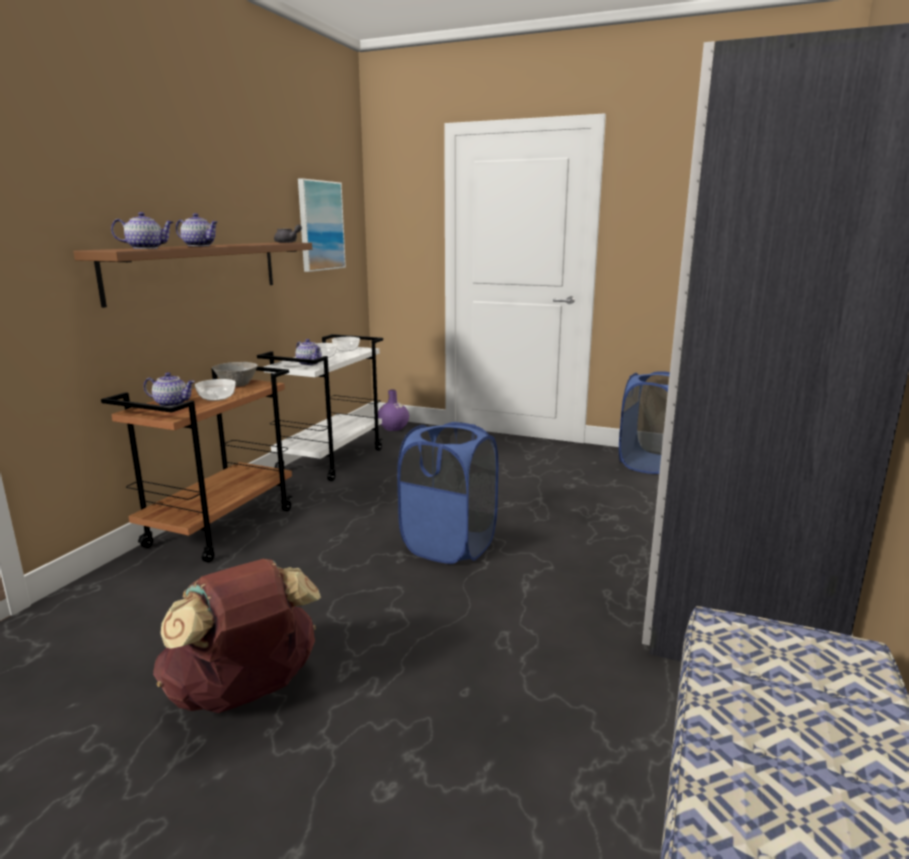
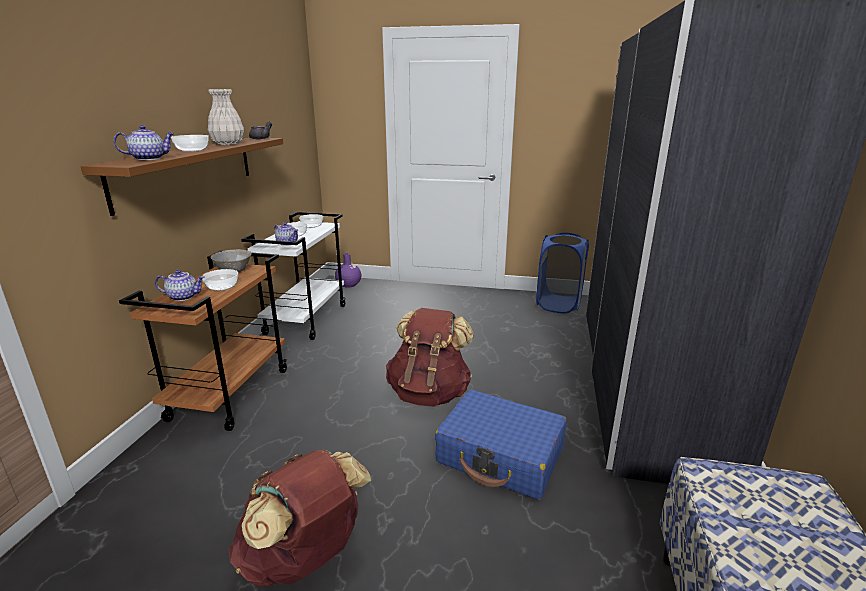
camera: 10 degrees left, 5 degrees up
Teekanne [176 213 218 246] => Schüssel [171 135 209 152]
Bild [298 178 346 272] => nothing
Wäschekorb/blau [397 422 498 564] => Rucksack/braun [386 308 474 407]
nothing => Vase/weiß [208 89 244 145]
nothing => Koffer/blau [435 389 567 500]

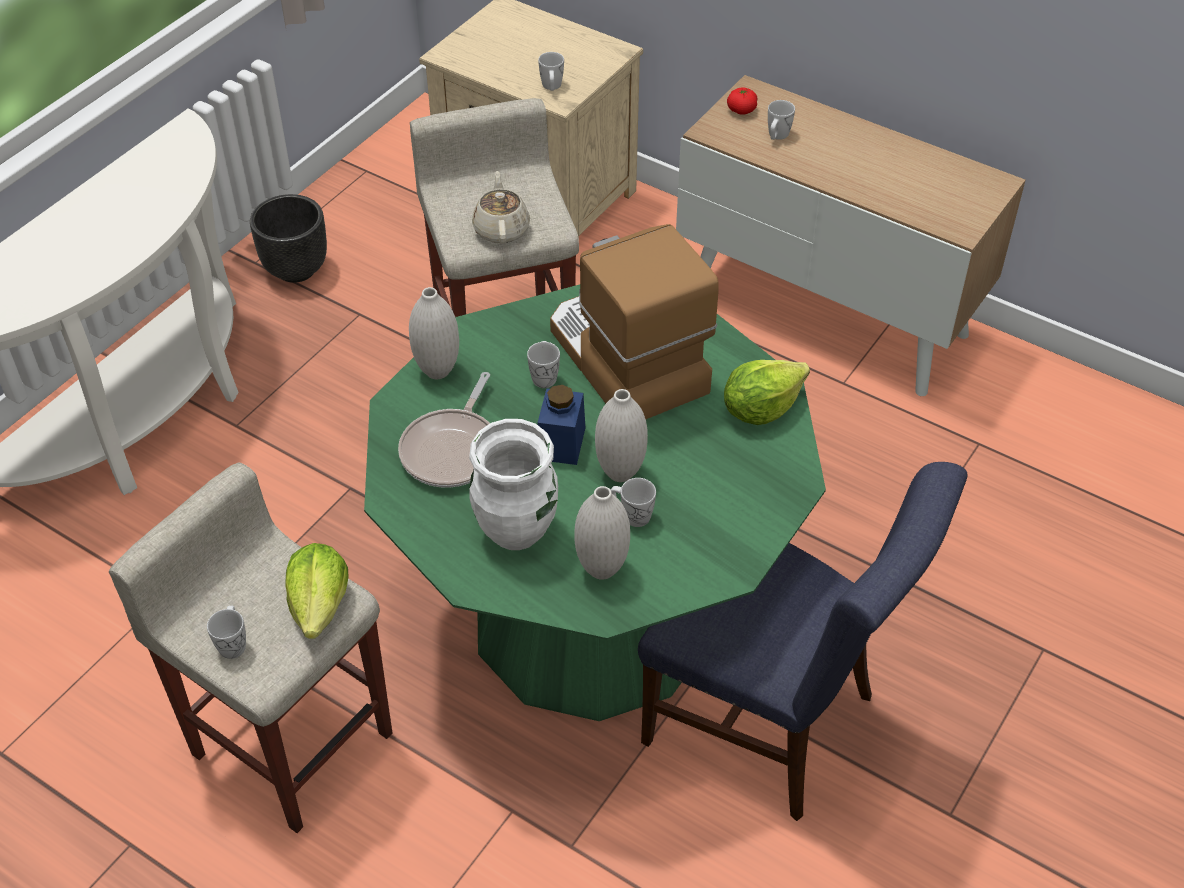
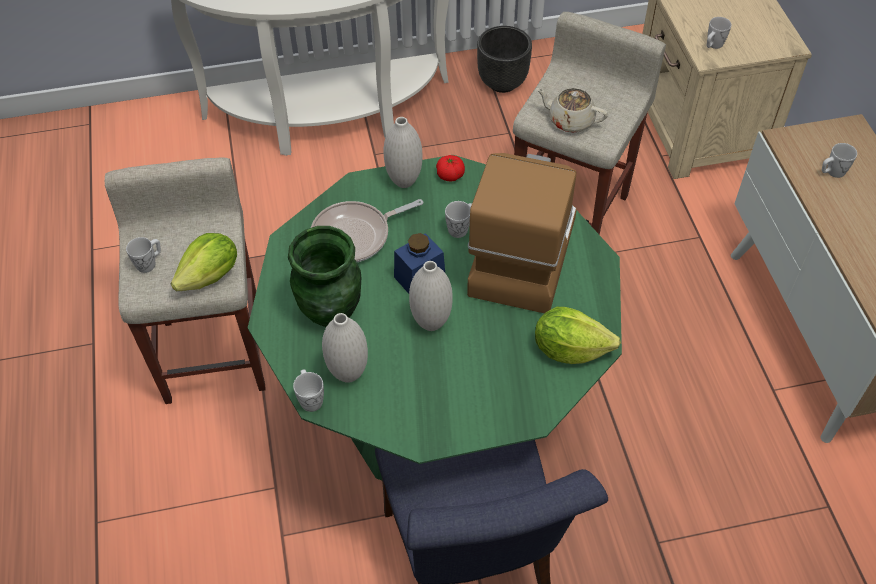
camera: 45 degrees right, 5 degrees up
Vase/weiß [469 419 558 550] => Vase/grün [288 226 361 327]
Teekanne/beige [472 171 530 244] => Teekanne/beige [536 88 608 133], 105 degrees counterclockwise
Henkelbecher/weiß [611 478 656 527] => Henkelbecher/weiß [293 369 324 412], moved
Tomate [727 87 758 115] => Tomate [436 155 465 182], moved

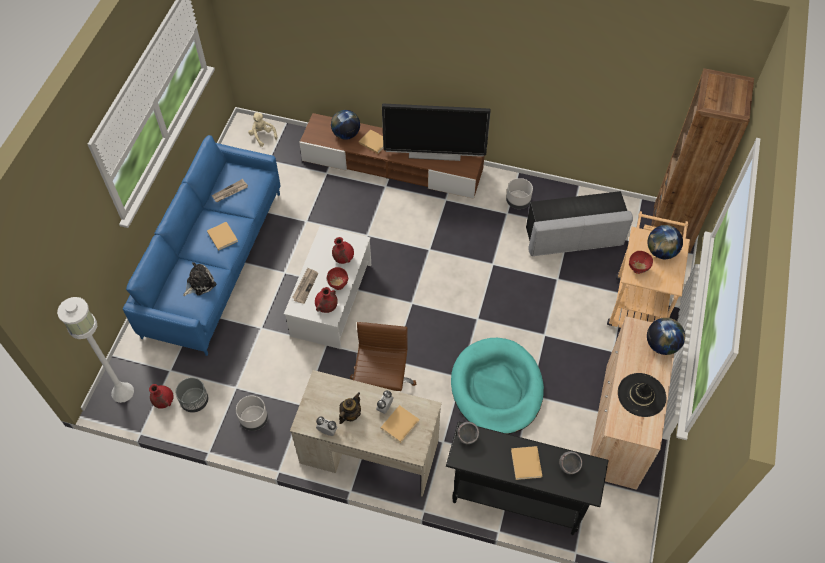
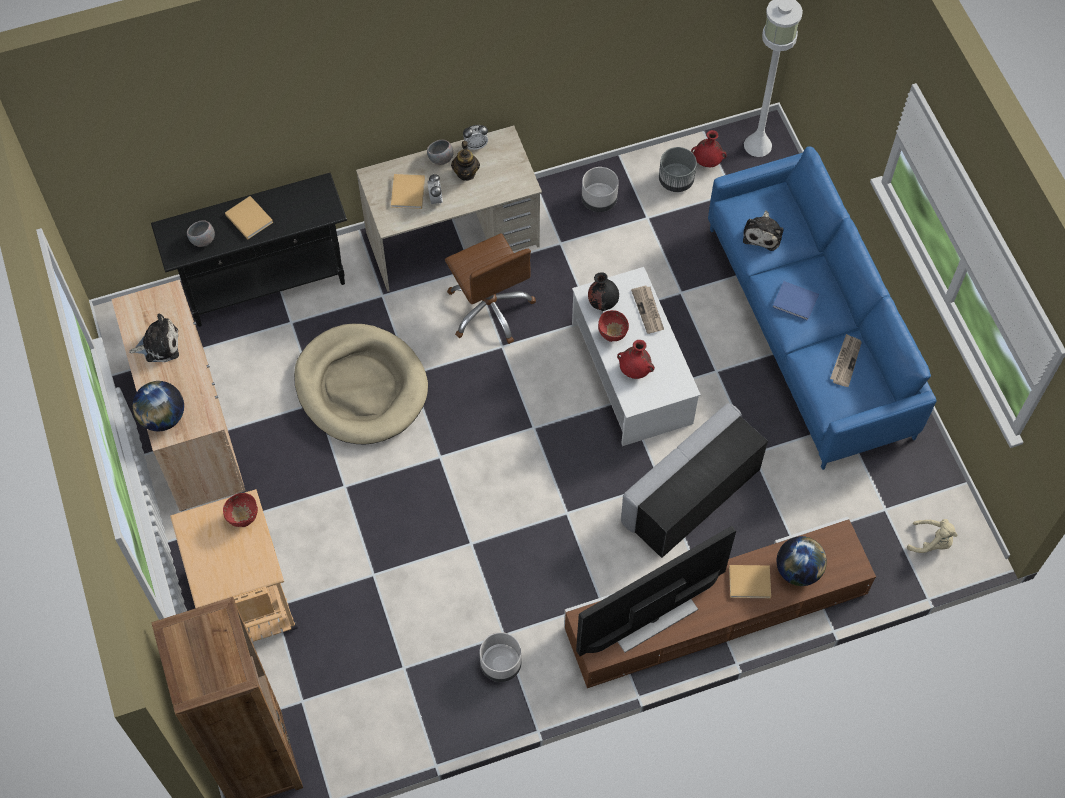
camera: 145 degrees right, 5 degrees up
Buch/beige [207 222 238 251] => Buch/blau [772 281 819 321]
Vase/rot [315 287 338 313] => Vase/schwarz [588 272 619 311]
Hundebett/türkis [451 338 544 434] => Hundebett/beige [294 324 428 445]
Schüssel/grau [457 422 479 444] => Schüssel/grau [427 140 453 165], moved
Polsterhocker/grau [526 191 633 256] => Polsterhocker/grau [621 403 768 558], moved
Hut/schwarz [618 373 666 417] => Plüschtier [129 314 179 362]
Globus [647 225 683 259] => nothing

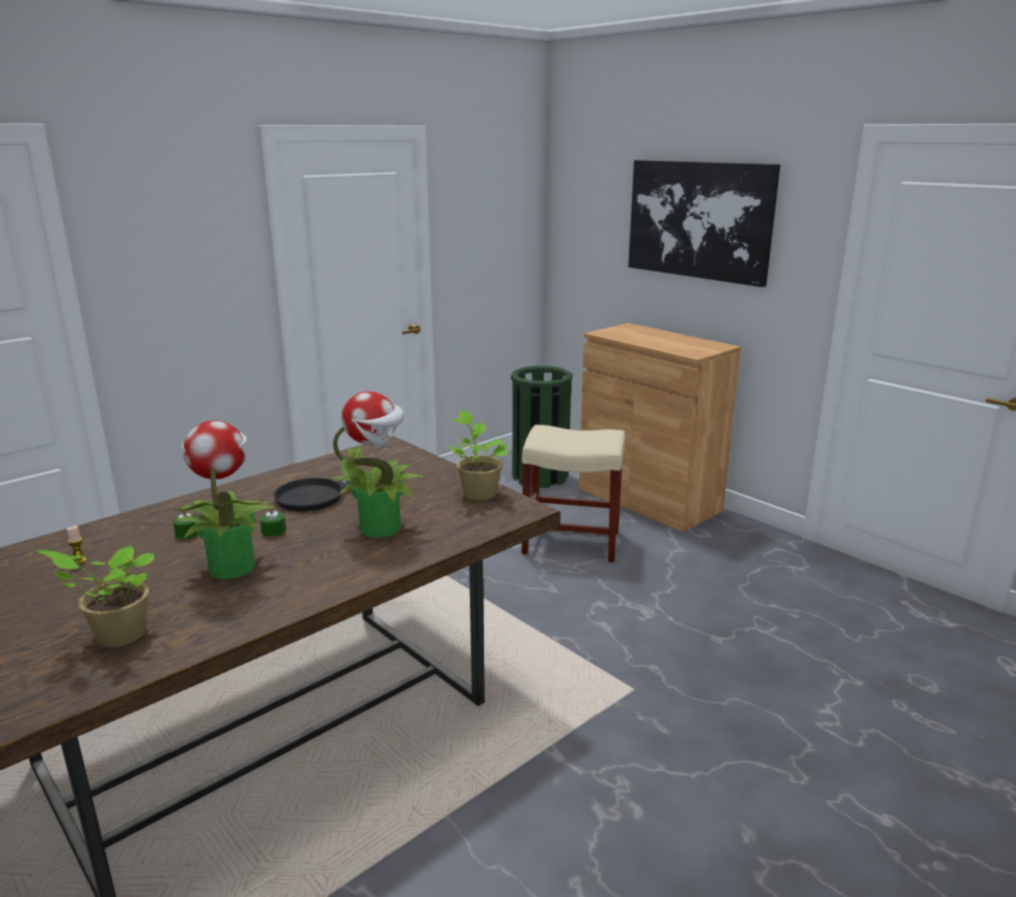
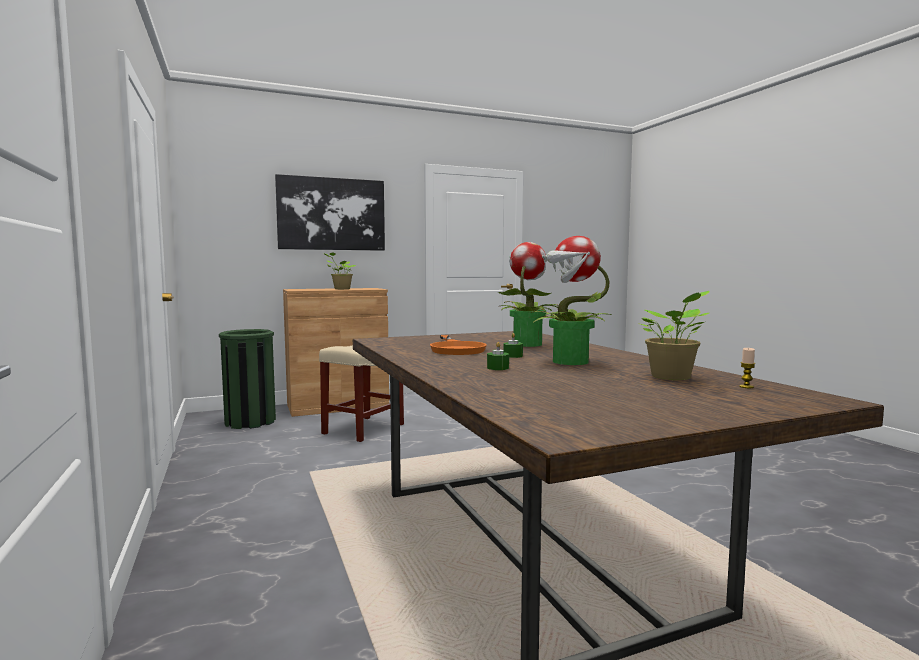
camera: 70 degrees left, 15 degrees down
Kerze [67 525 87 564] => Kerze [739 348 756 388], moved
Pfanne/schwarz [273 472 402 512] => Pfanne/orange [430 335 487 355]
Topfpflanze [448 410 508 500] => Topfpflanze [323 252 356 289], moved

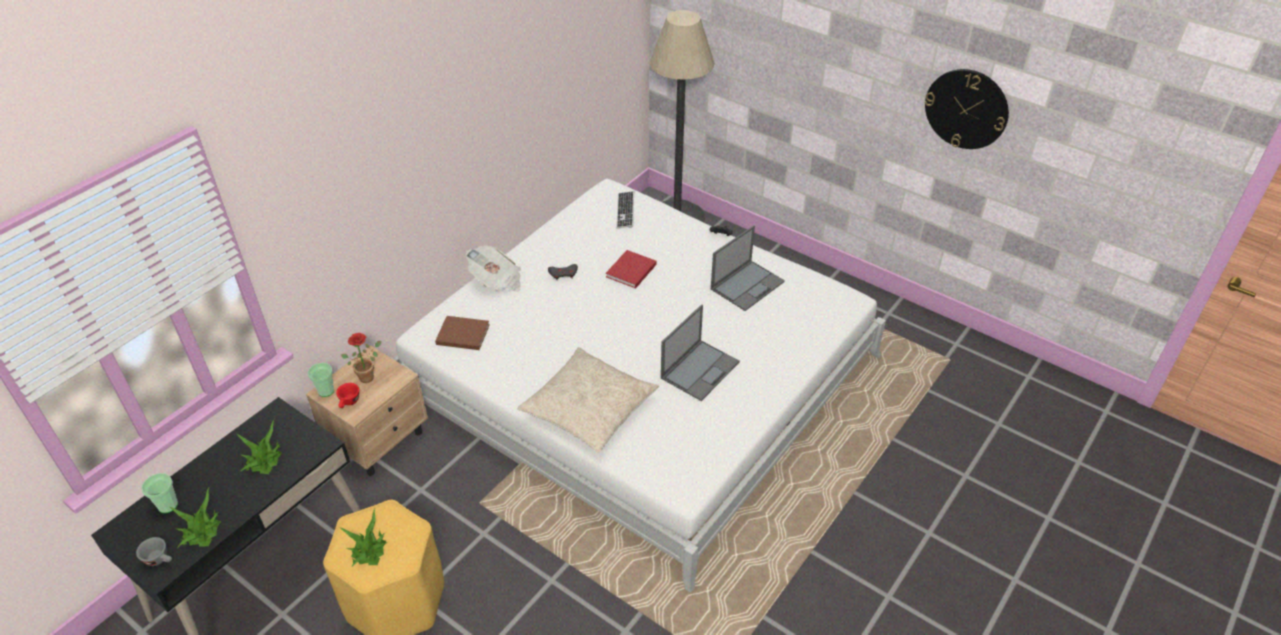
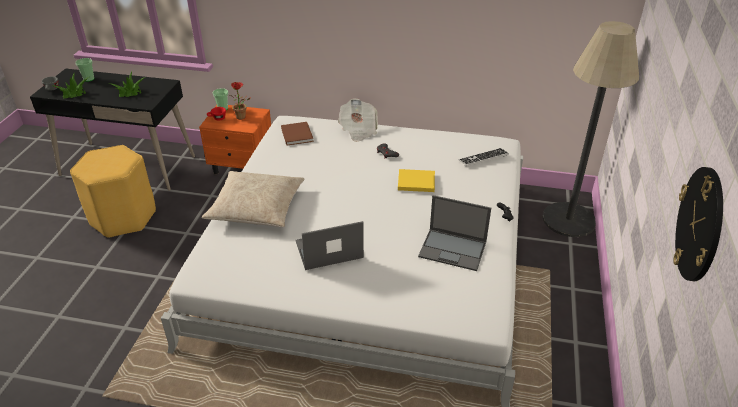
camera: 65 degrees right, 5 degrees down
Nachttisch/beige [306 346 428 476] => Nachttisch/orange [199 105 271 174]
Topfpflanze [340 509 388 566] => nothing
Buch/rot [606 250 656 289] => Buch/gelb [398 169 435 192]
Laptop [661 304 740 401] => Laptop [295 221 364 270], 150 degrees clockwise

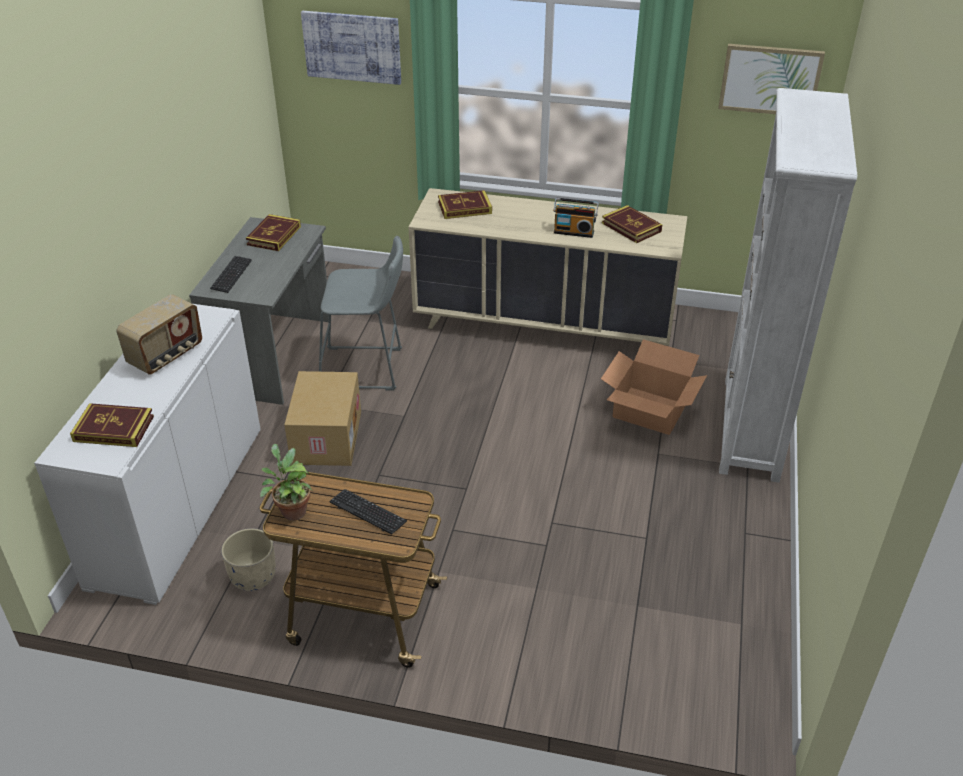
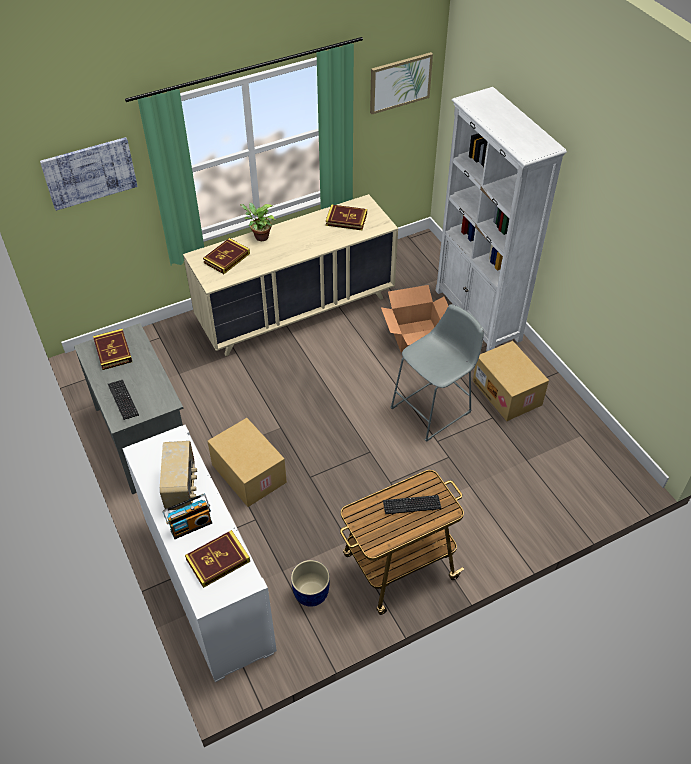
camera: 40 degrees left, 10 degrees up
Pflanzkübel/beige [221 528 276 591] => Pflanzkübel/blau [291 560 330 607]
Topfpflanze [260 444 313 521] => Topfpflanze [240 203 276 241], moved
Hocker/grau [319 236 403 391] => Hocker/grau [390 304 484 442], moved
Radio [553 198 599 238] => Radio [163 494 212 539], moved
nothing => Karton [473 341 549 421]

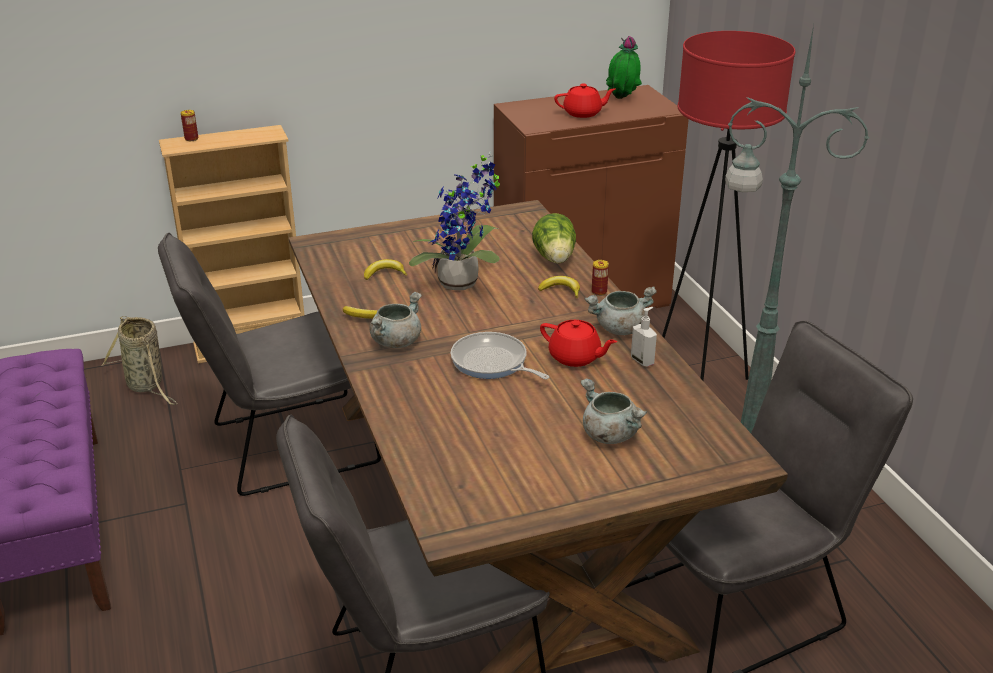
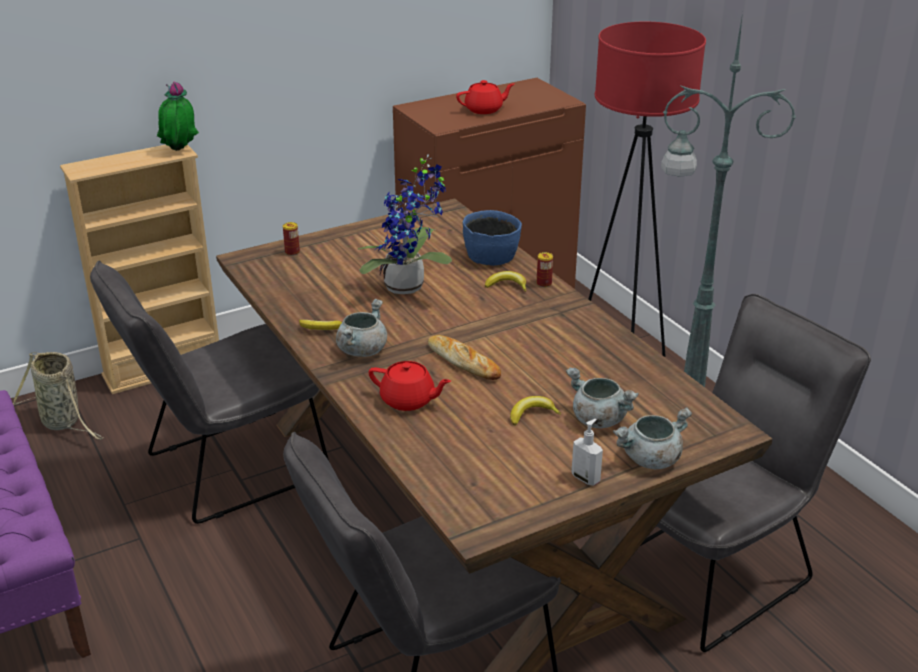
camera: 10 degrees left, 0 degrees up
Dose [181 110 198 141] => Dose [283 222 300 256], moved
Banane [364 259 407 280] => Banane [510 396 561 425], moved
Pfanne [451 332 549 379] => Brot [428 335 501 380]
Salatkopf [532 213 576 264] => Schüssel/blau [463 210 522 266]
Teekanne/rot [540 320 617 367] => Teekanne/rot [368 361 451 411], moved
Kochtopf/grau [584 286 657 335] => Kochtopf/grau [613 407 692 469], moved
Topfpflanze [606 36 642 99] => Topfpflanze [157 82 199 151], moved
Seifenspender [631 307 657 367] => Seifenspender [571 419 603 486], moved

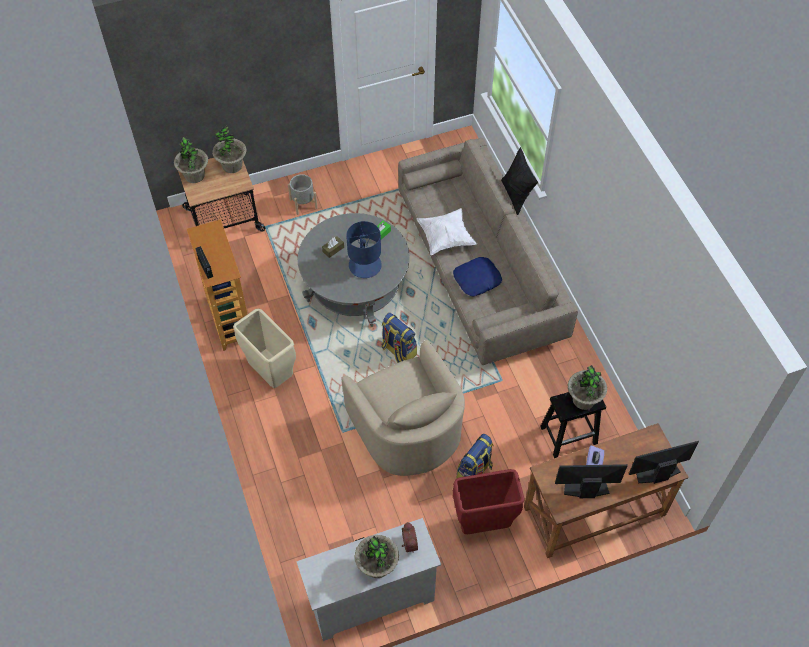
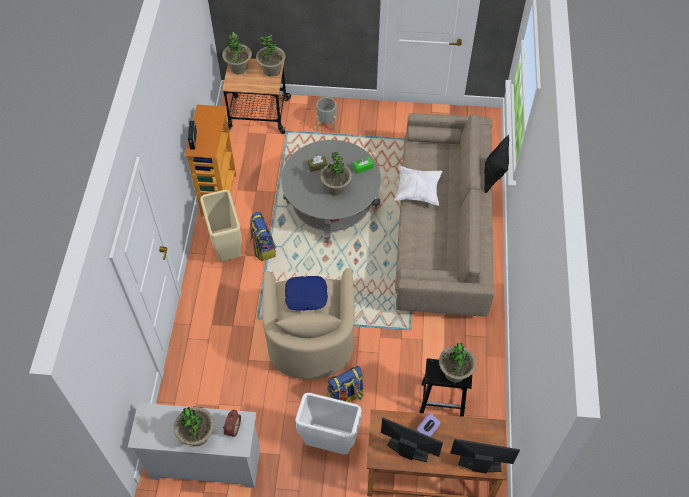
camera: 25 degrees right, 0 degrees up
Tischlampe/blau [346 221 382 278] => Topfpflanze [320 152 352 196]
Rucksack [382 313 417 363] => Rucksack [250 212 276 261], moved
Kissen/blau [453 257 502 297] => Kissen/blau [285 276 328 311], moved
Mülleimer/rot [453 469 525 534] => Mülleimer/weiß [295 393 361 454]

